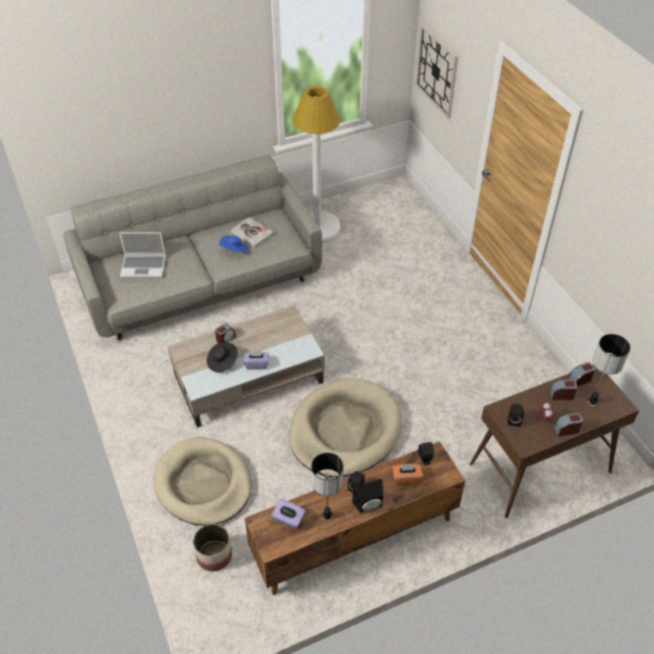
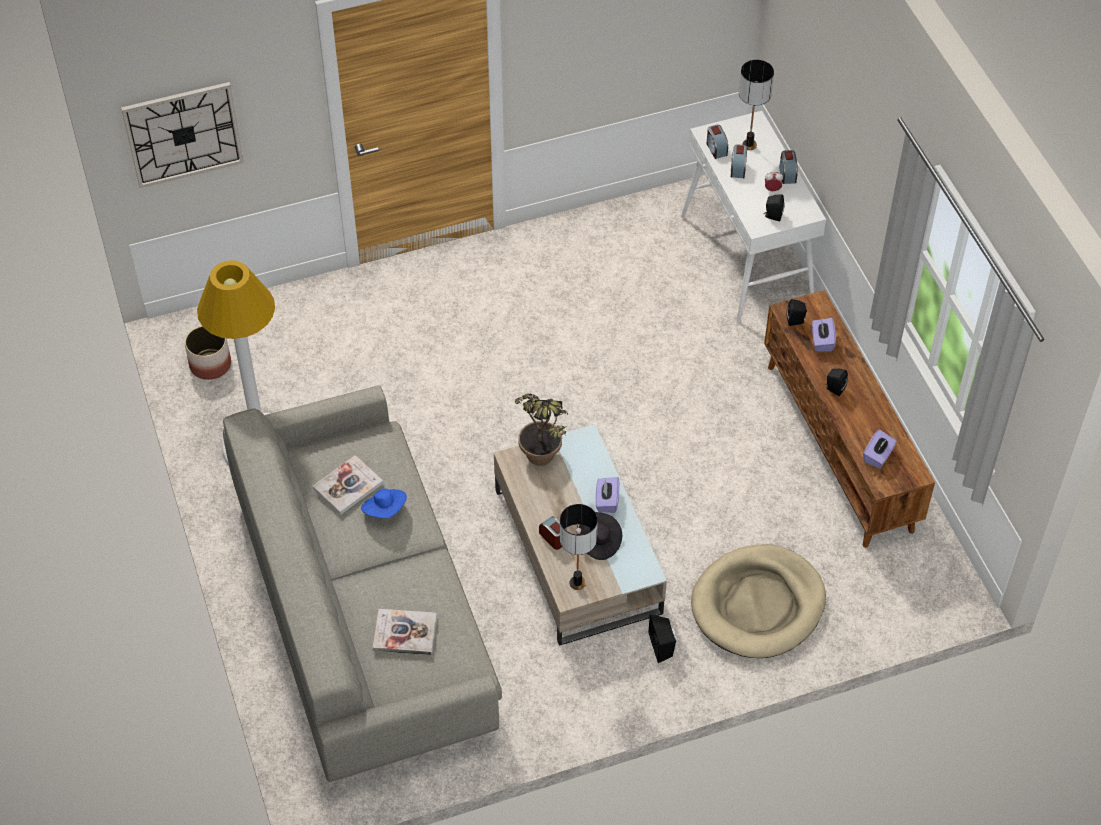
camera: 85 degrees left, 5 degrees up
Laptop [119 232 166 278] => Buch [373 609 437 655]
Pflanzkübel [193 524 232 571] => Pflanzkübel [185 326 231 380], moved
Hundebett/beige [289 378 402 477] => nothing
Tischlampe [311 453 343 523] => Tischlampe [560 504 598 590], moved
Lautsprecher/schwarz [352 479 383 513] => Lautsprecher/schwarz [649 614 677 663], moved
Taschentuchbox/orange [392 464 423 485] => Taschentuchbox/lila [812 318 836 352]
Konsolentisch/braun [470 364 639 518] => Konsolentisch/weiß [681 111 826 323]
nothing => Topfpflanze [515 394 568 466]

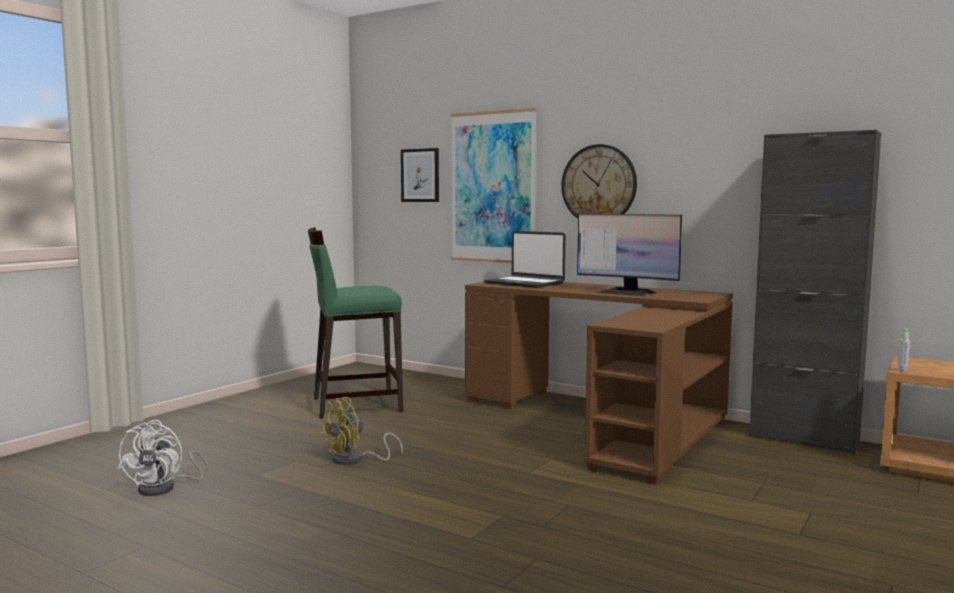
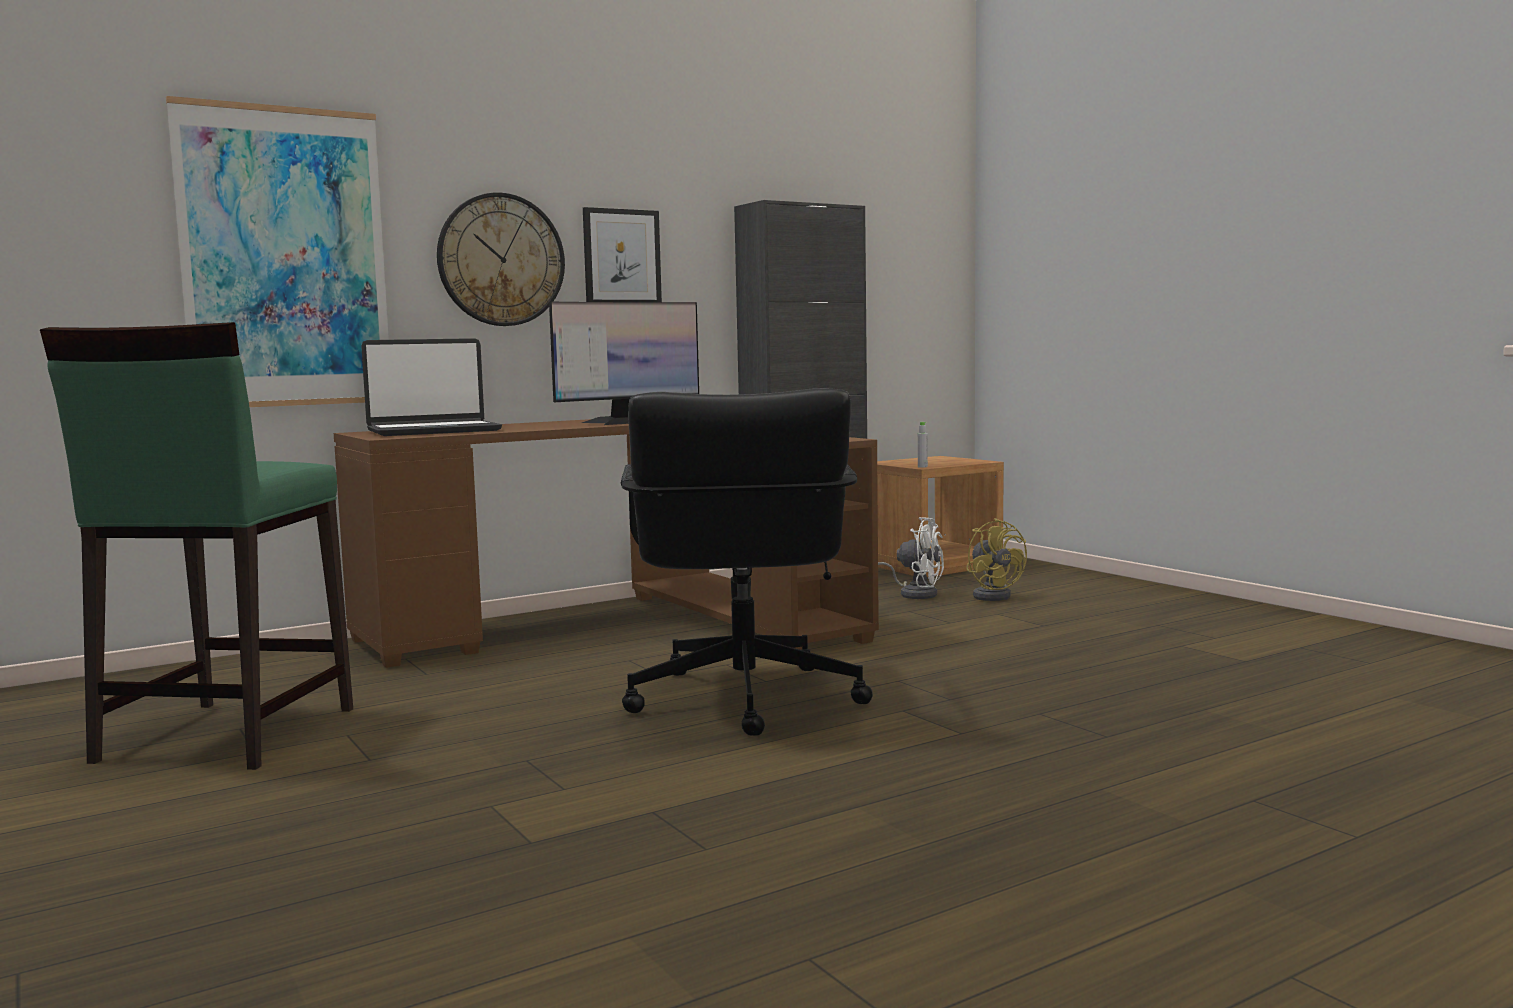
camera: 65 degrees left, 0 degrees up
Ventilator/weiß [118 420 208 496] => Ventilator/weiß [878 517 944 599], moved
Ventilator/gelb [318 397 403 465] => Ventilator/gelb [966 518 1027 601], moved
Bild [401 148 439 202] => Bild [583 207 662 302], moved
nothing => Bürostuhl/schwarz [621 388 873 736]

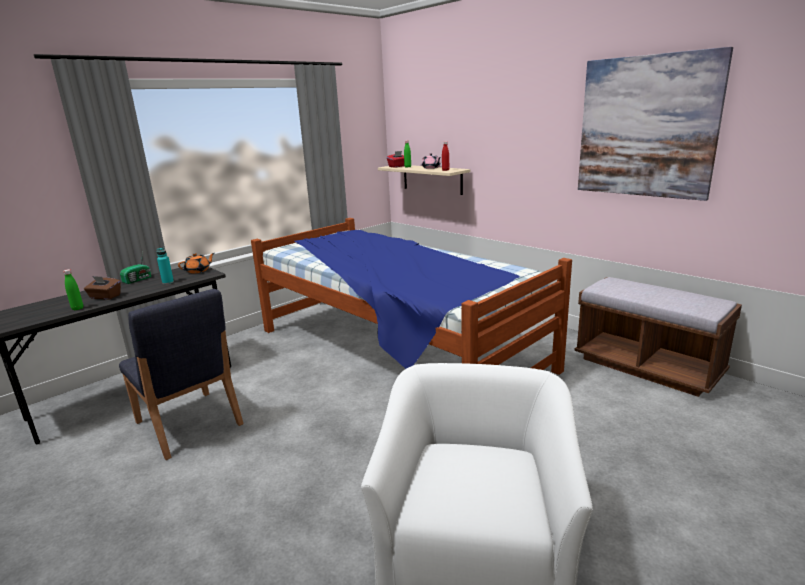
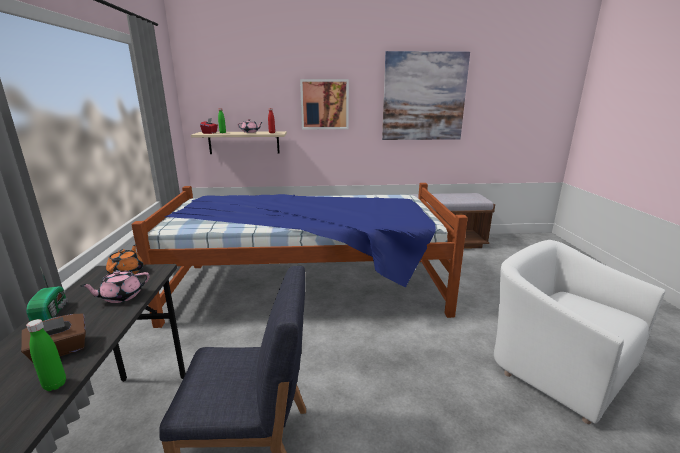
camera: 50 degrees left, 0 degrees up
Flasche/türkis [157 248 174 284] => Teekanne/rosa [80 270 150 303]
nothing => Bild [300 79 349 129]

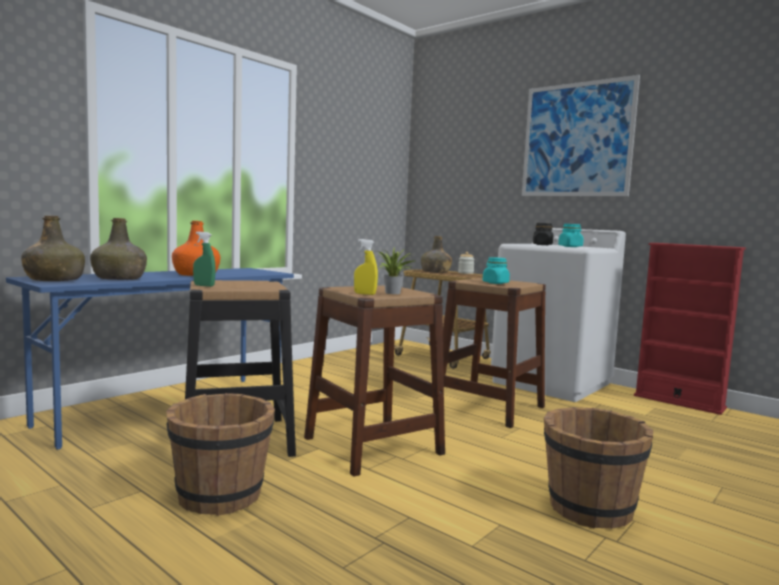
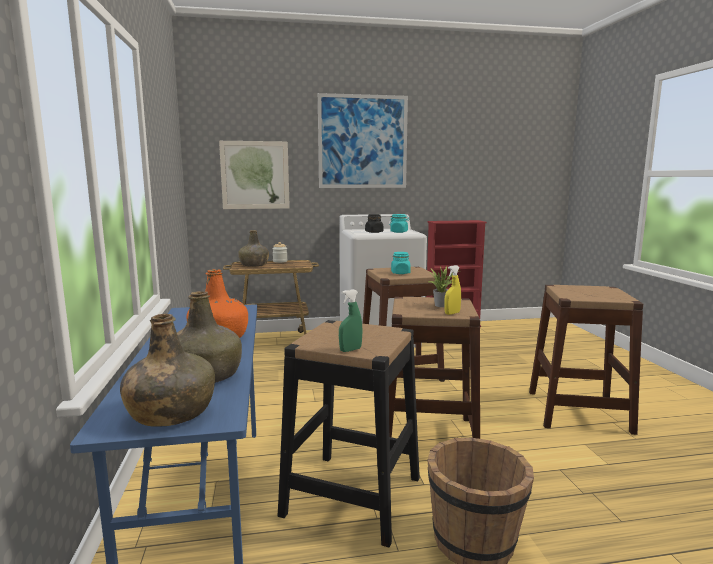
camera: 50 degrees left, 5 degrees up
Eimer/braun [544 407 653 529] => Hocker/braun [529 285 643 435]
nothing => Bild [219 141 290 209]

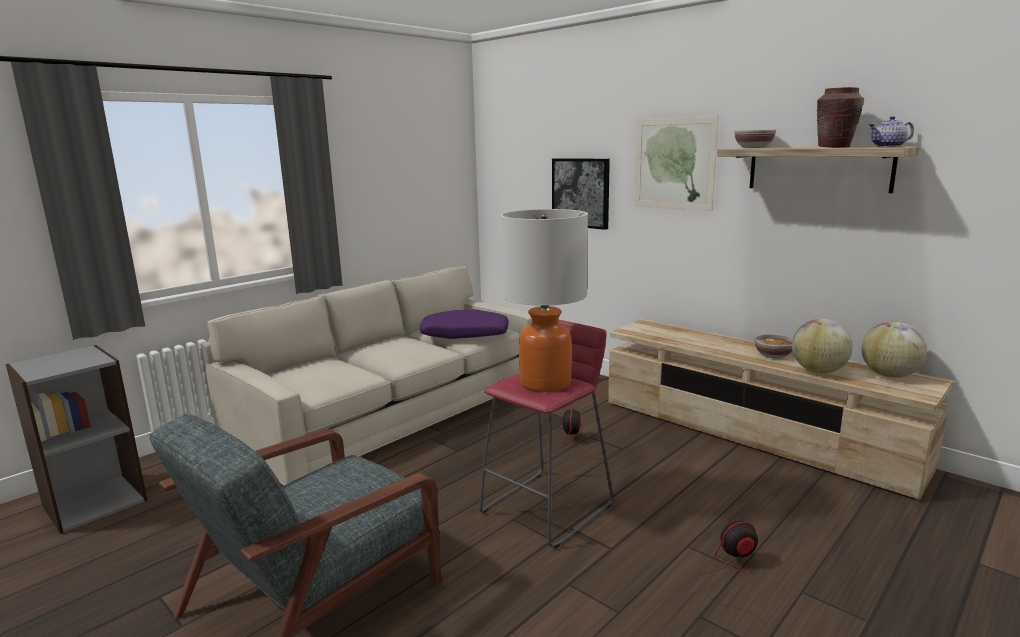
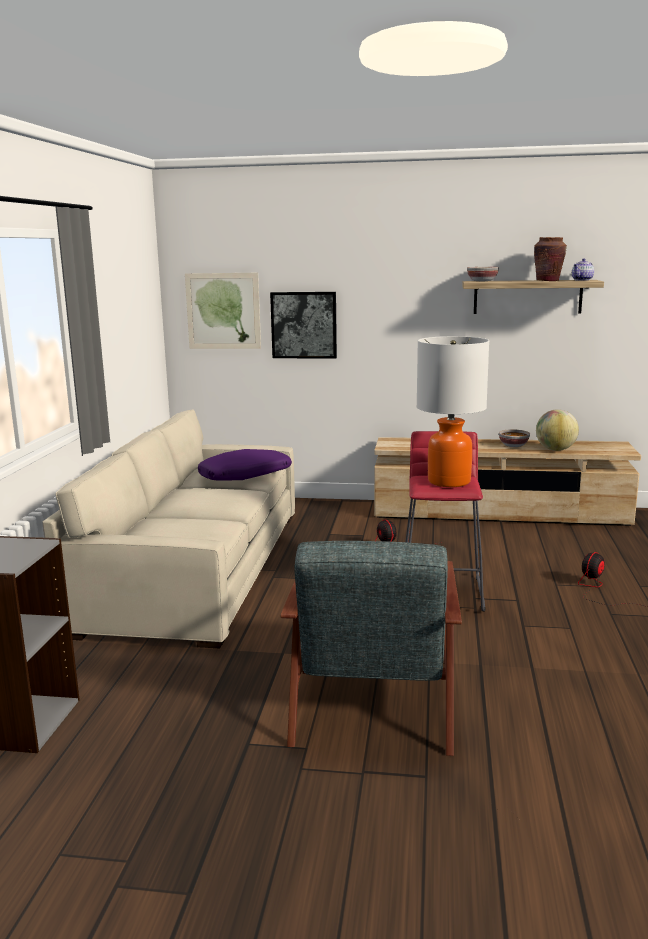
camera: 35 degrees left, 0 degrees up
Bild [634 116 719 211] => Bild [185 273 261 349], moved
Globus [862 322 927 378] => nothing

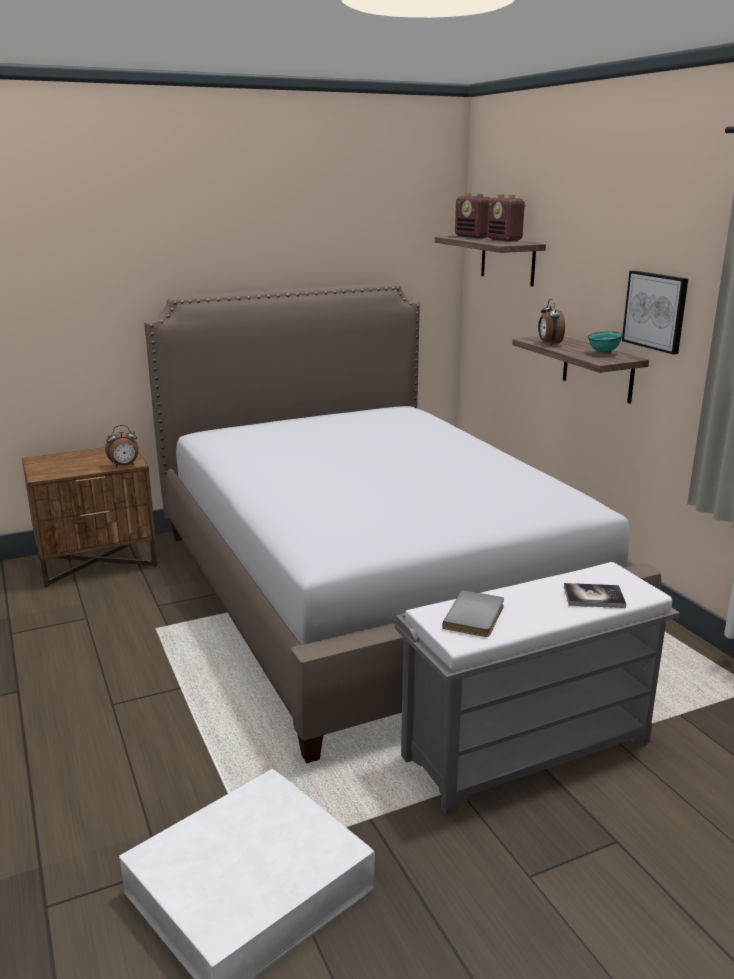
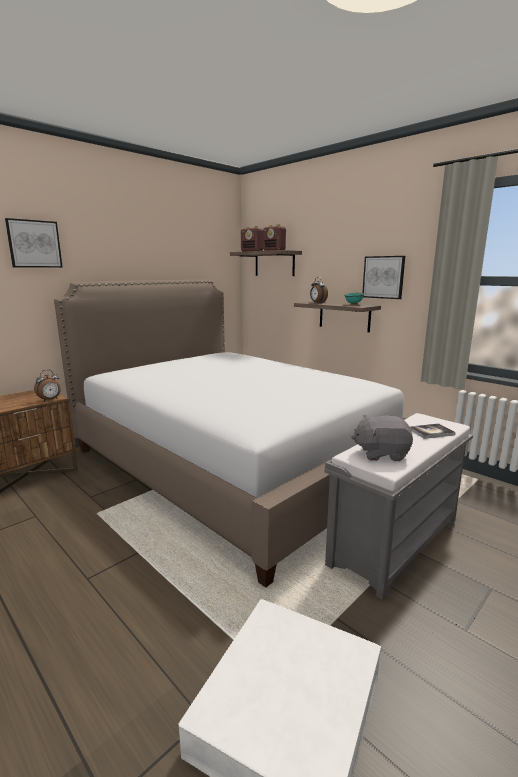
camera: 20 degrees left, 5 degrees down
Buch/grau [442 590 504 637] => Plüschtier/grau [351 415 413 461]
nothing => Bild [5 218 63 268]

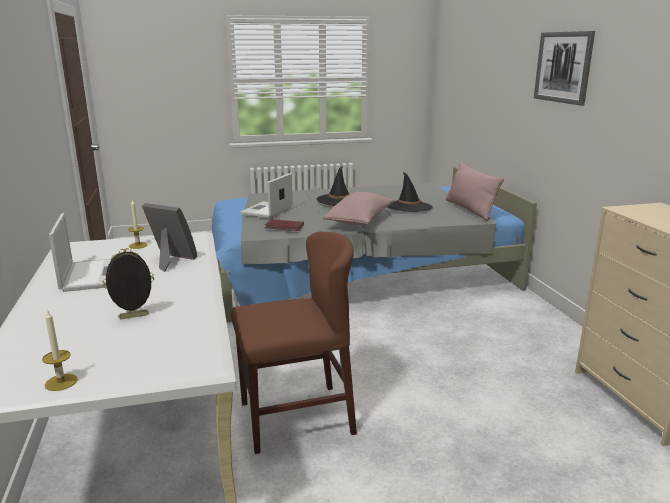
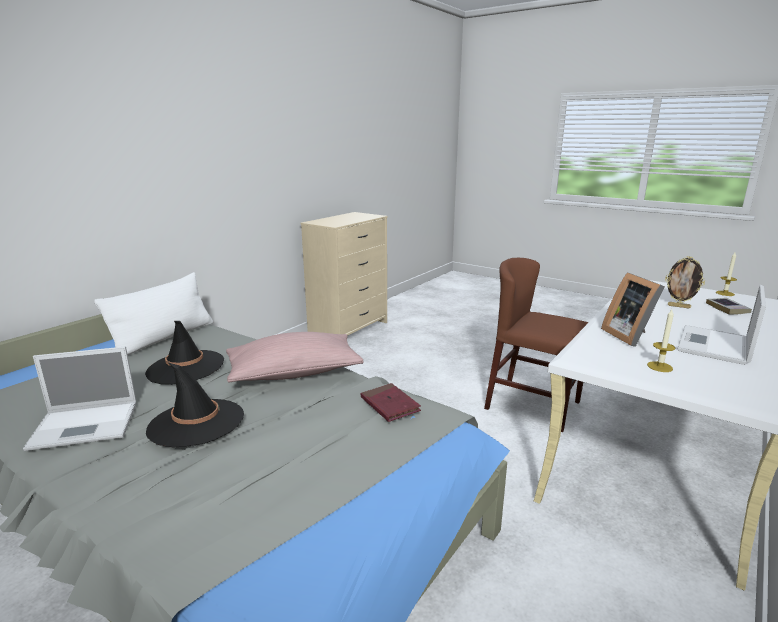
camera: 130 degrees left, 0 degrees up
Laptop [240 173 293 218] => Laptop [23 347 136 451], moved
Kissen/rosa [446 162 504 221] => Kissen/weiß [94 272 213 355]
Bild [534 31 595 106] => nothing
nothing => Buch [706 298 752 315]

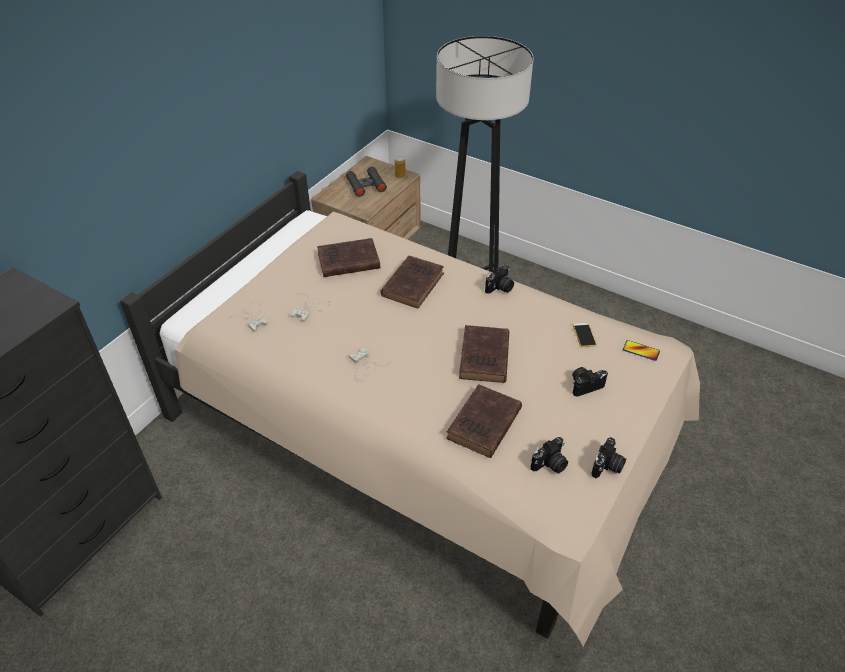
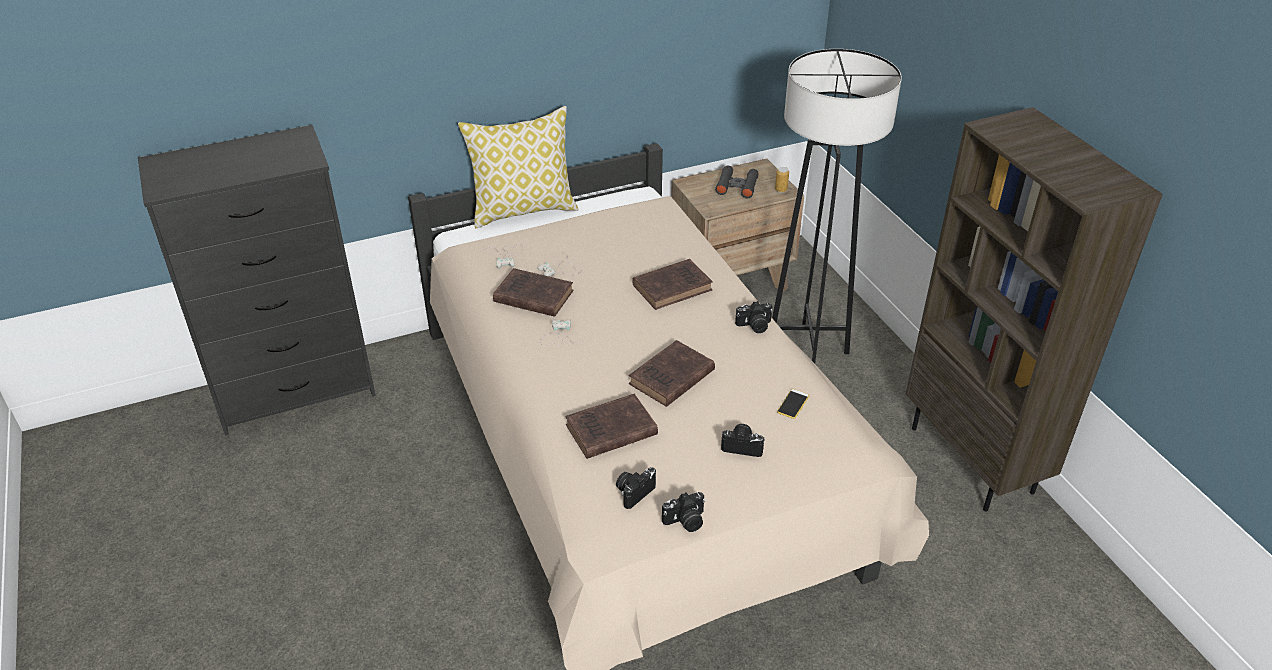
camera: 35 degrees right, 5 degrees down
Buch/braun [317 238 380 277] => Buch/braun [493 268 573 317], moved
Kamera [530 437 568 474] => Kamera [616 467 656 509], 135 degrees clockwise
Handy [623 340 660 361] => nothing
nothing => Kissen [458 106 579 228]
nothing => Bücherregal/braun [906 107 1163 512]

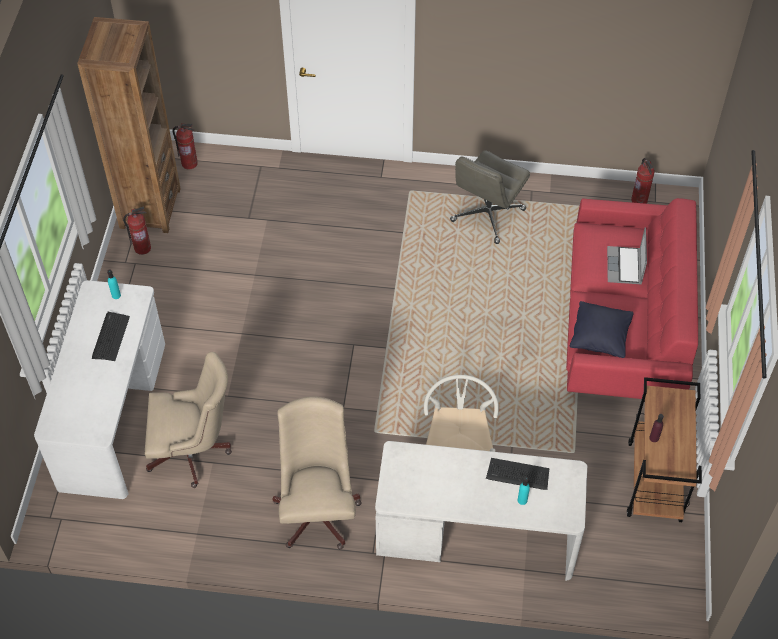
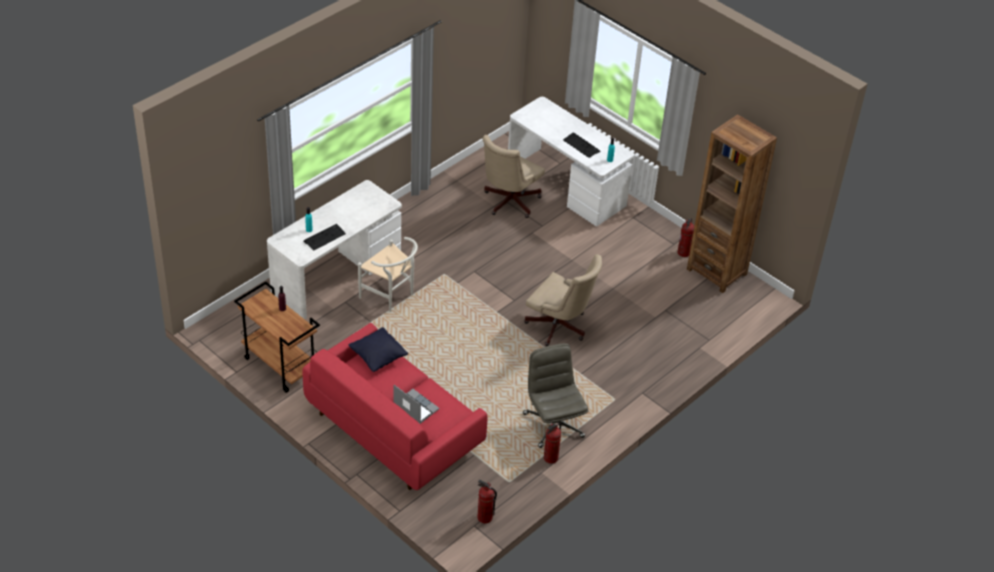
camera: 125 degrees right, 10 degrees down
Feuerlöscher [173 123 198 170] => Feuerlöscher [544 423 561 464], moved
Bürostuhl/beige [273 396 362 550] => Bürostuhl/beige [524 254 602 346], moved

